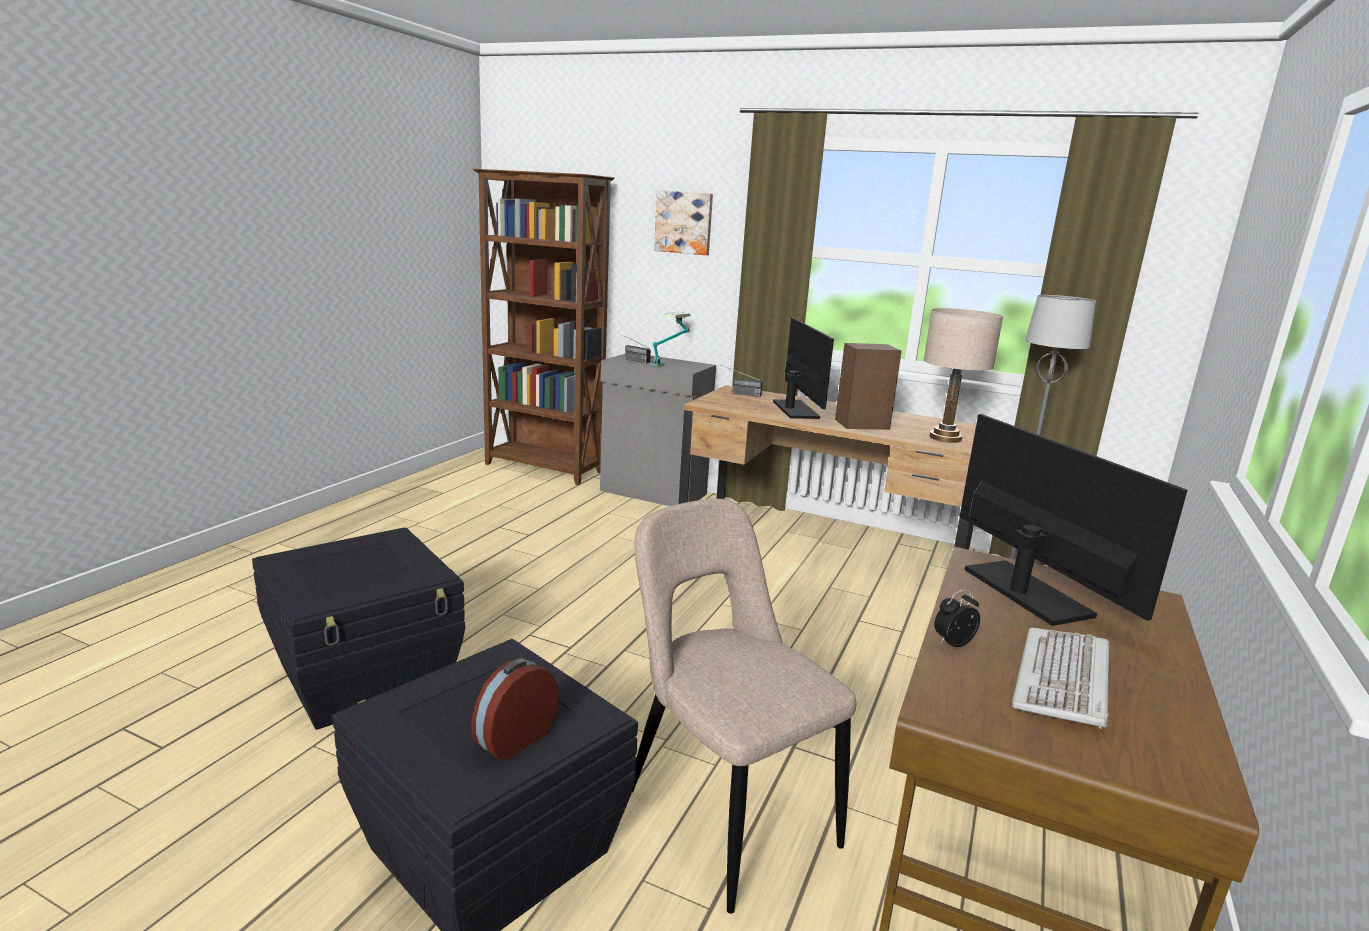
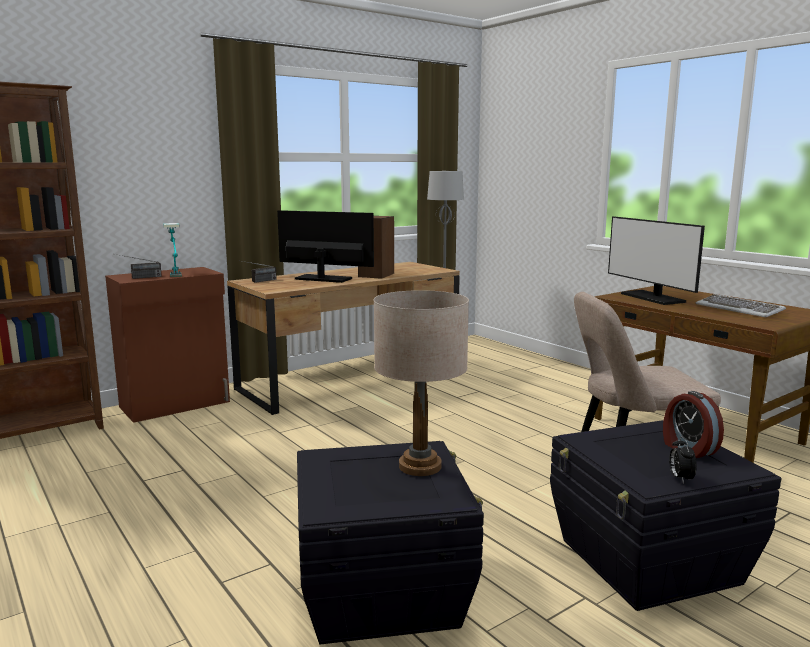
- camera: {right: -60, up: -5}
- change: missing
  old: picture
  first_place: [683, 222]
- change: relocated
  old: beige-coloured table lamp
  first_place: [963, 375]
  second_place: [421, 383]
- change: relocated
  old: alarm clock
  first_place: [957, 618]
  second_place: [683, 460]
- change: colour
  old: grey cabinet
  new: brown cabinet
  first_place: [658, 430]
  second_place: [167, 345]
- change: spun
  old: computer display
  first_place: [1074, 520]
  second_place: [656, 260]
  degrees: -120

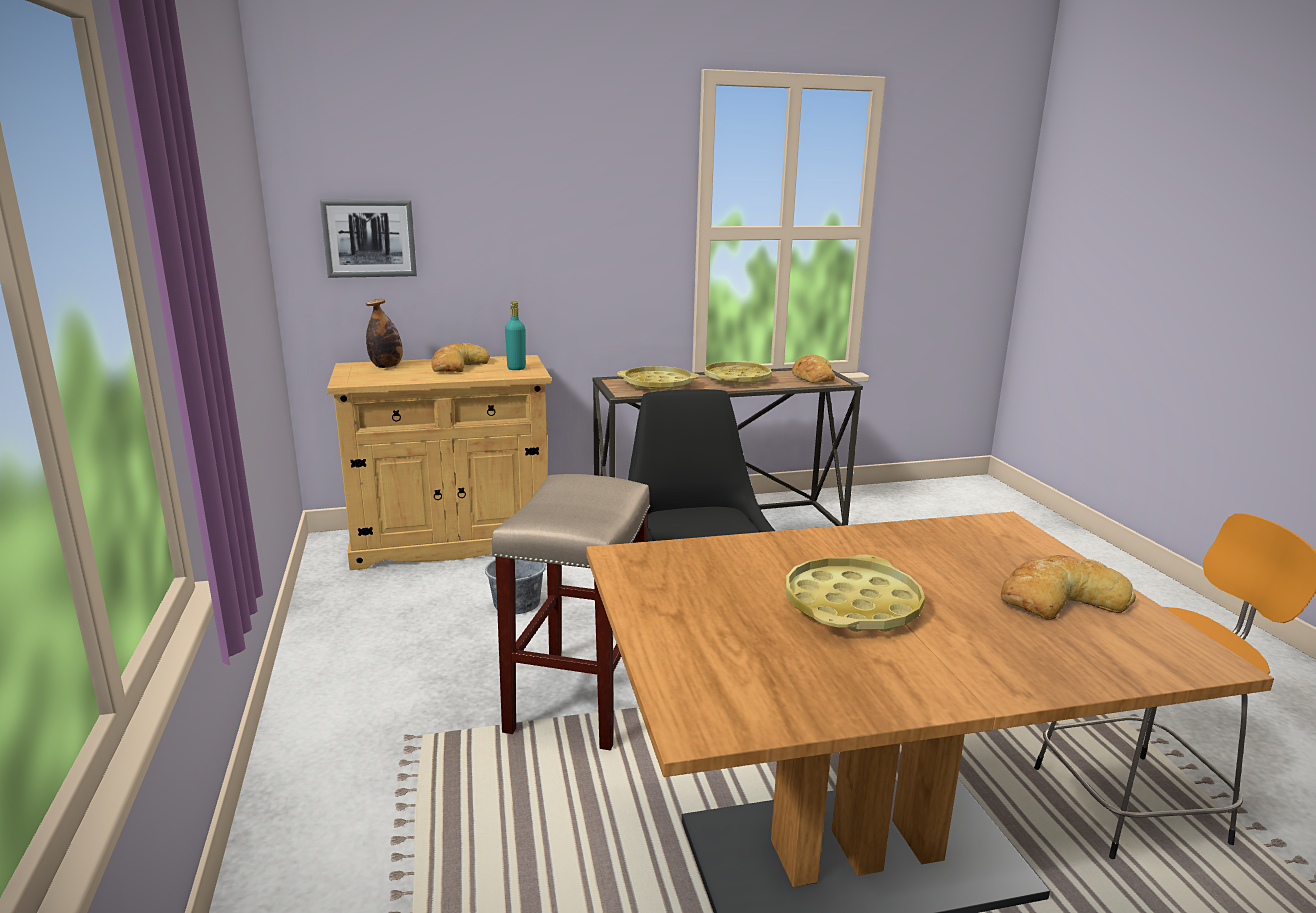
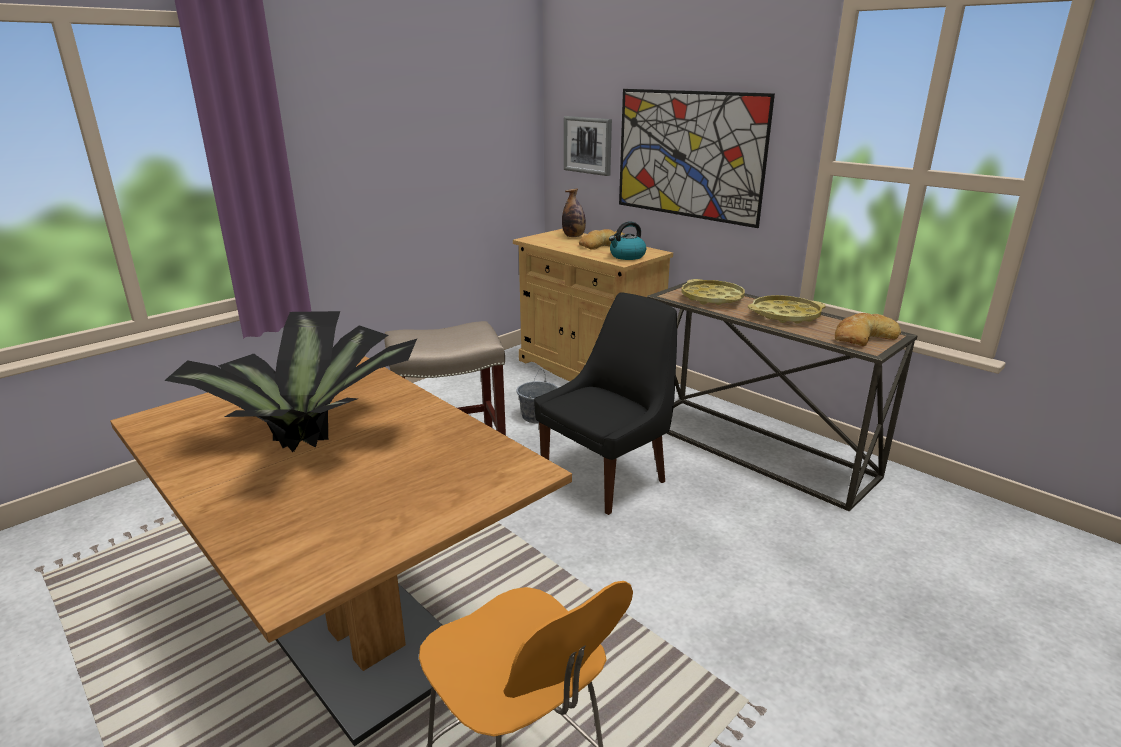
- camera: {right: 60, up: 5}
- change: missing
  old: bakery bread
  first_place: [1068, 587]
- change: appeared
  new: picture
  second_place: [697, 158]
- change: exchanged
  old: turquoise-coloured bottle
  new: water kettle
  first_place: [515, 336]
  second_place: [627, 240]
- change: exchanged
  old: yellow carrying tray
  new: houseplant
  first_place: [855, 593]
  second_place: [290, 383]

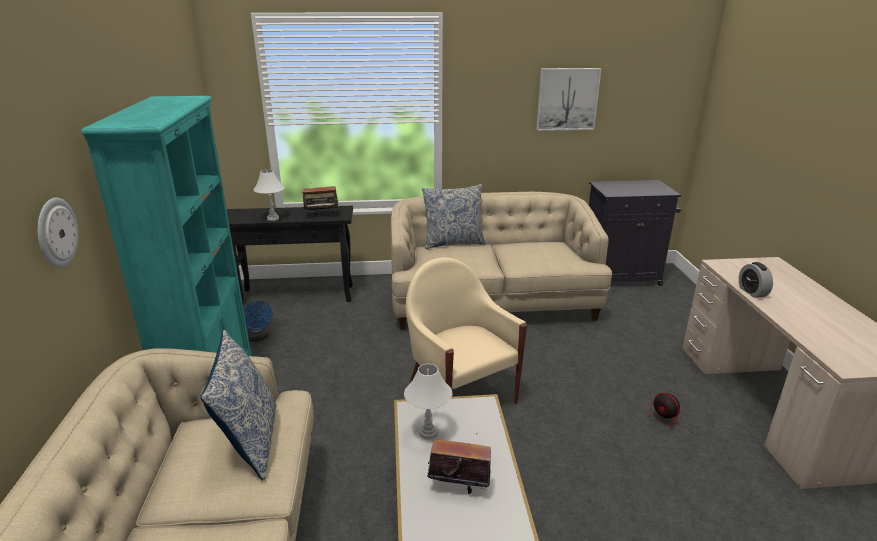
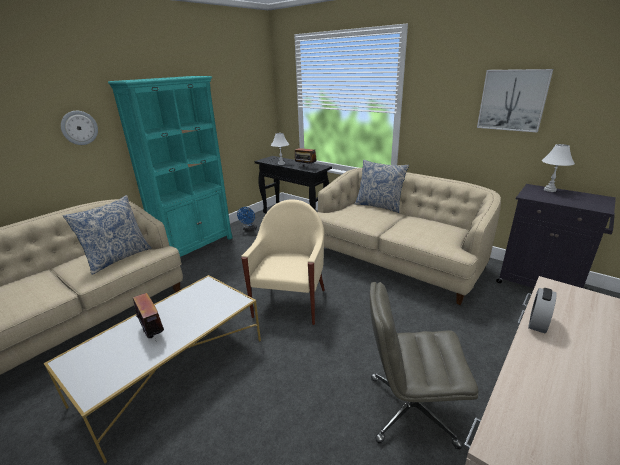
- camera: {right: 45, up: 0}
- change: relocated
  old: whitish table lamp
  first_place: [428, 402]
  second_place: [558, 168]
- change: exchanged
  old: electric fan
  new: grey desk chair
  first_place: [680, 414]
  second_place: [424, 365]

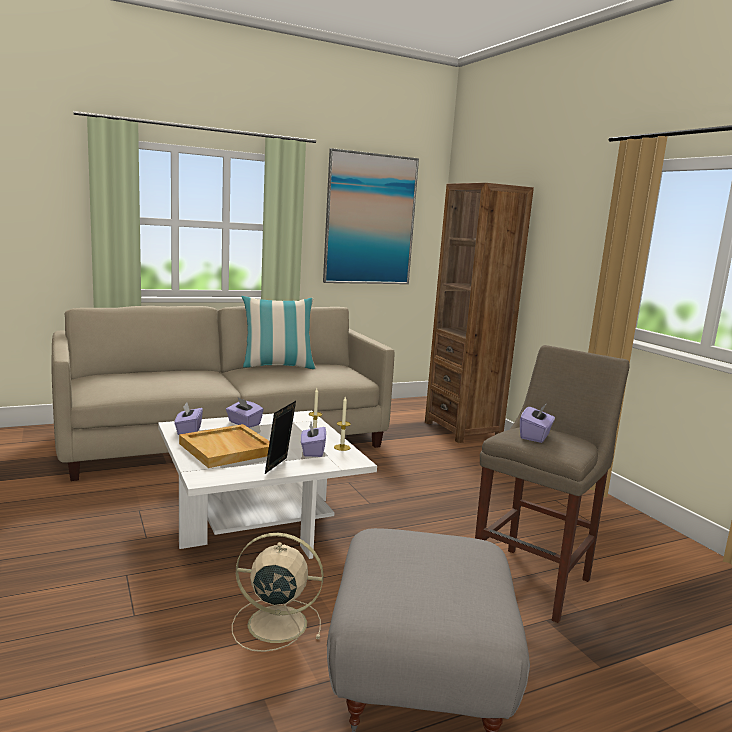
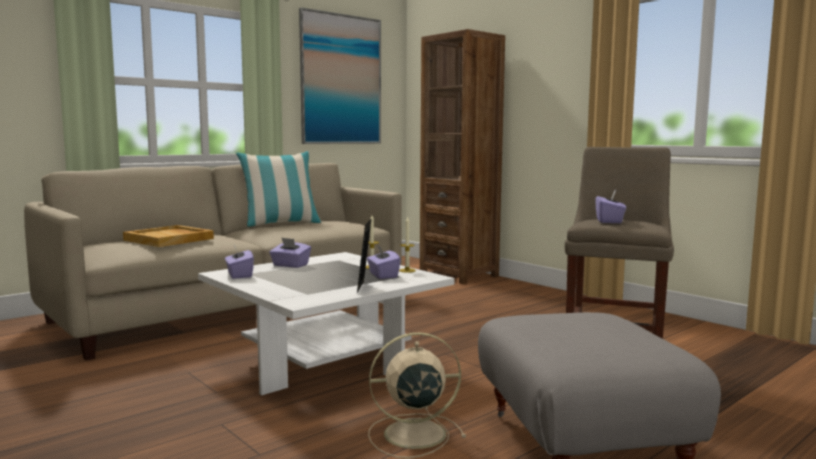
- camera: {right: -15, up: -5}
- change: relocated
  old: beige-coloured carrying tray
  first_place: [224, 446]
  second_place: [168, 236]

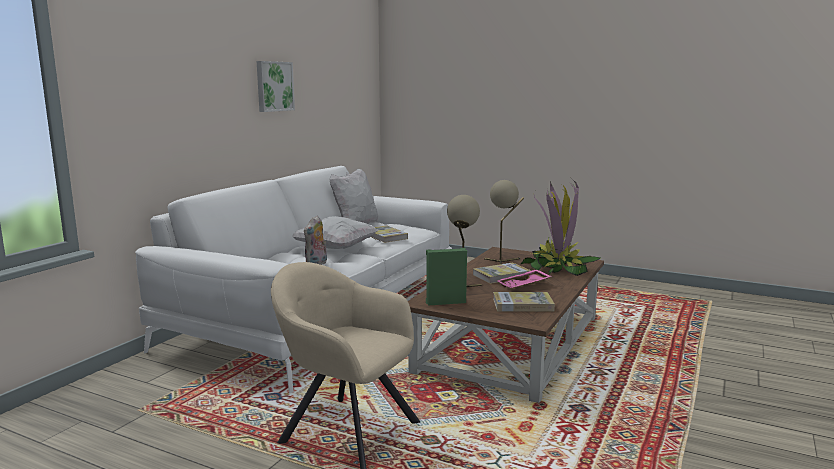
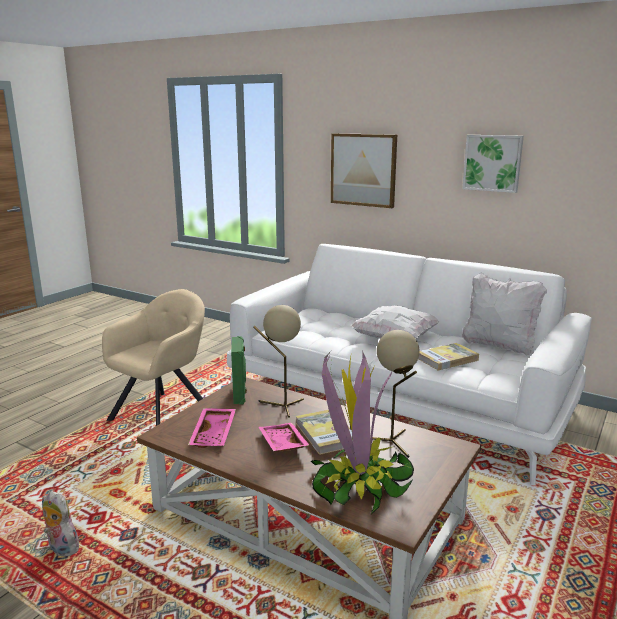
- camera: {right: 95, up: 5}
- change: appeared
  new: picture
  second_place: [364, 170]
- change: relocated
  old: cuddly toy
  first_place: [315, 240]
  second_place: [60, 524]
- change: exchanged
  old: bound book
  new: pink-coloured carrying tray
  first_place: [524, 302]
  second_place: [212, 428]

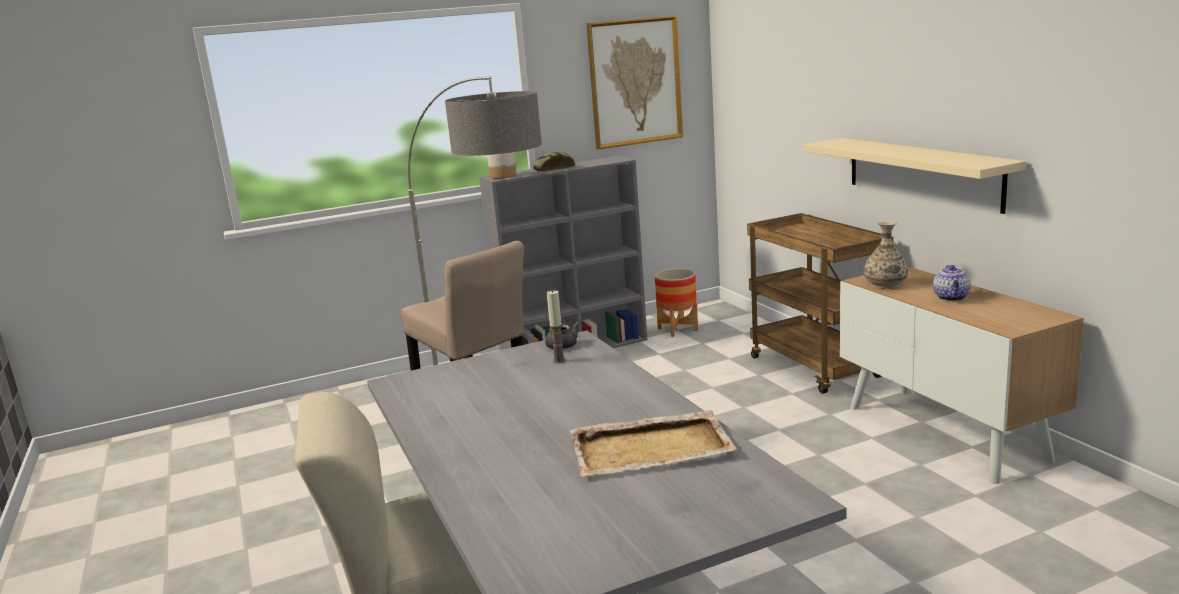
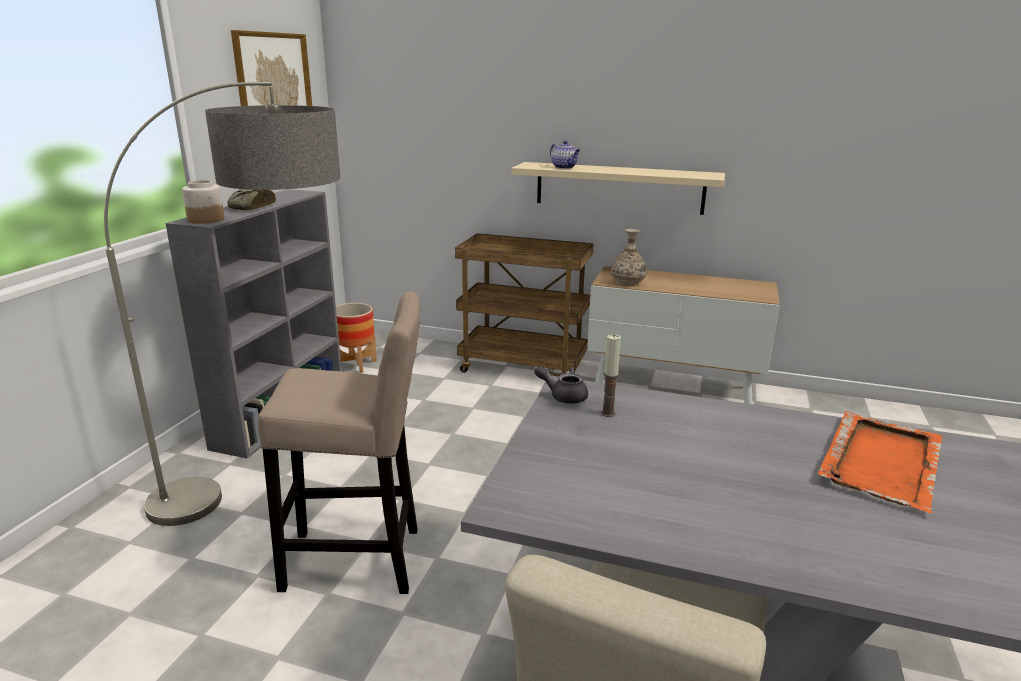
- camera: {right: -50, up: 5}
- change: relocated
  old: teapot
  first_place: [952, 283]
  second_place: [565, 154]
- change: colour
  old: beige-coloured carrying tray
  new: orangey carrying tray
  first_place: [653, 443]
  second_place: [880, 462]

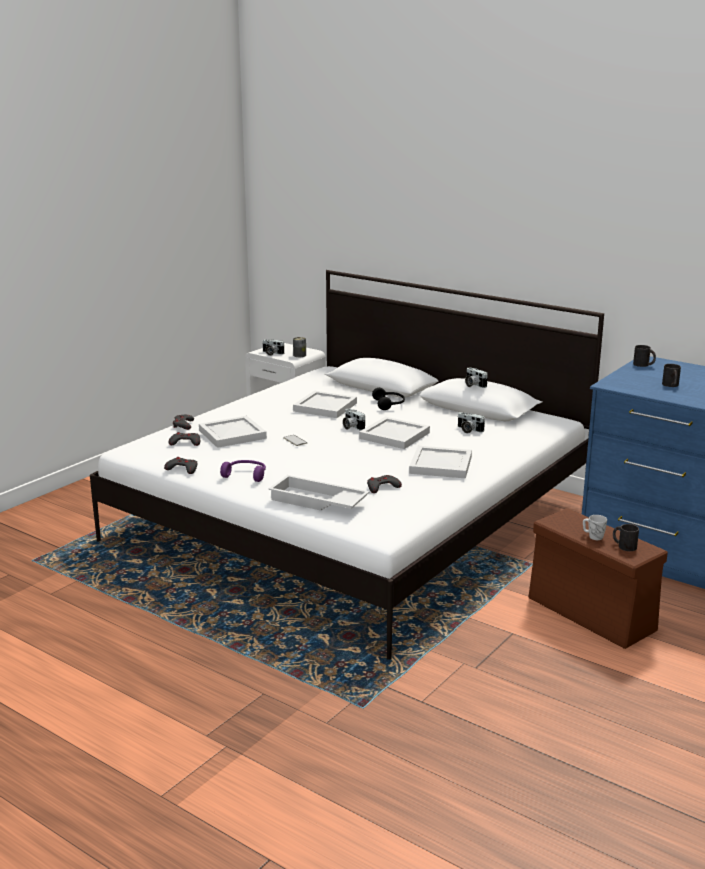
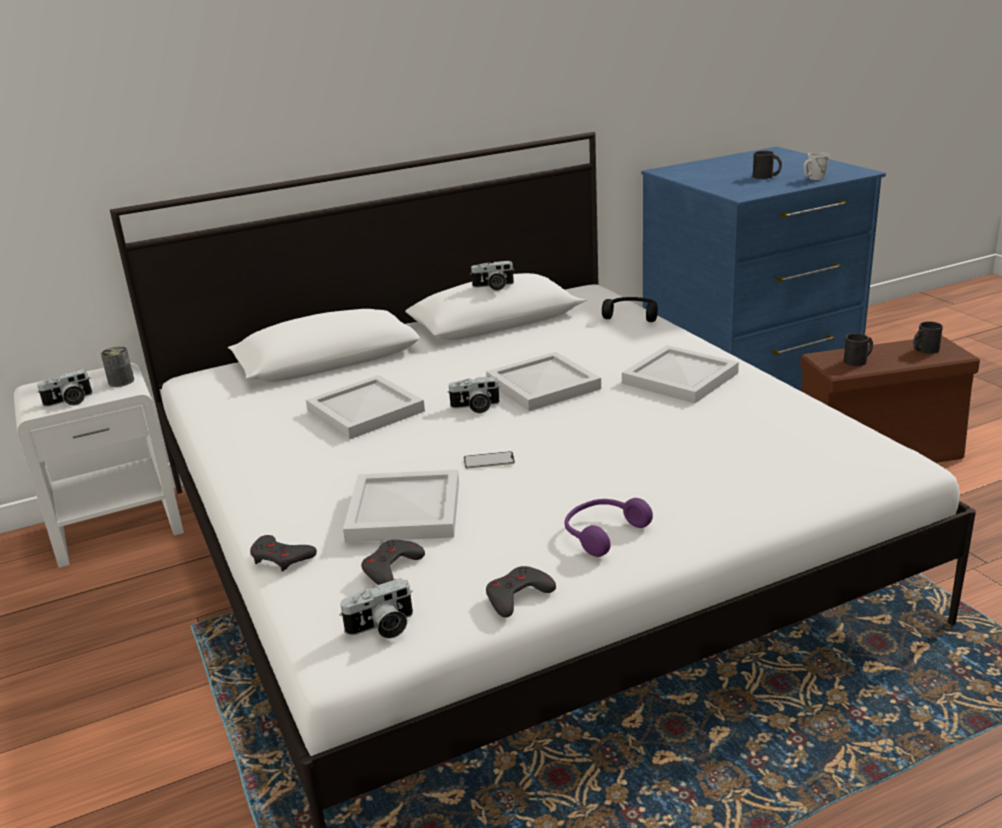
- camera: {right: -60, up: 5}
- change: missing
  old: whitish carrying tray
  first_place: [318, 493]
- change: missing
  old: grey gamepad
  first_place: [384, 484]
- change: relocated
  old: blackish headphones
  first_place: [388, 399]
  second_place: [630, 309]
- change: relocated
  old: still camera
  first_place: [471, 422]
  second_place: [376, 608]
- change: relocated
  old: whitish coffee mug
  first_place: [595, 527]
  second_place: [816, 166]
- change: relocated
  old: blackish coffee mug
  first_place: [644, 356]
  second_place: [858, 349]

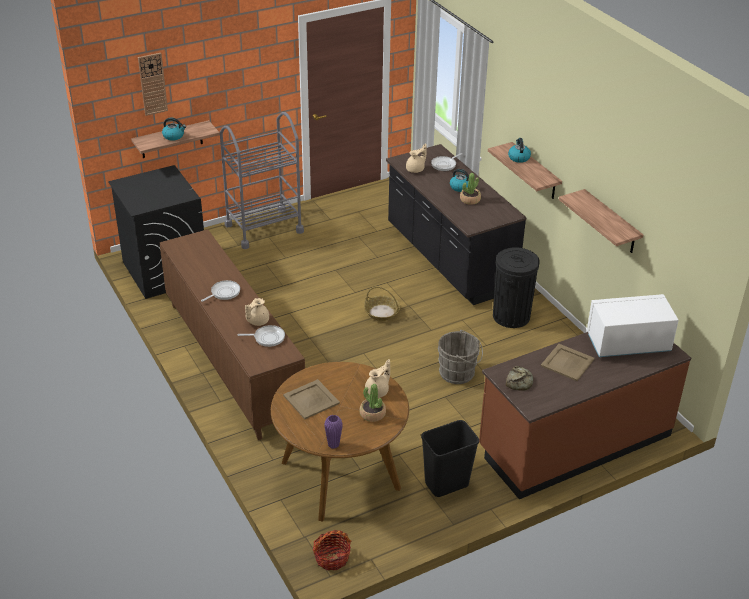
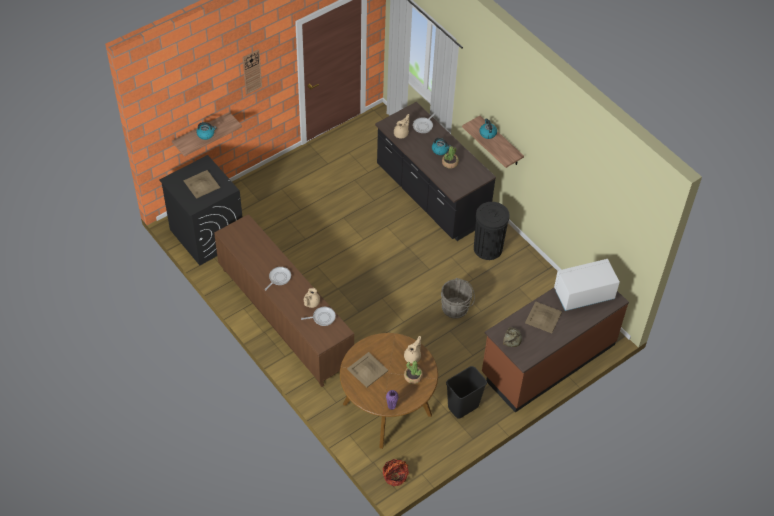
- camera: {right: -10, up: 15}
- change: missing
  old: grey cart
  first_place: [262, 180]
- change: missing
  old: storage basket
  first_place: [382, 303]
- change: missing
  old: shelf
  first_place: [601, 221]
- change: appeared
  new: beige-coloured carrying tray
  second_place: [202, 184]
- change: relocated
  old: wall clock
  first_place: [153, 84]
  second_place: [252, 72]

